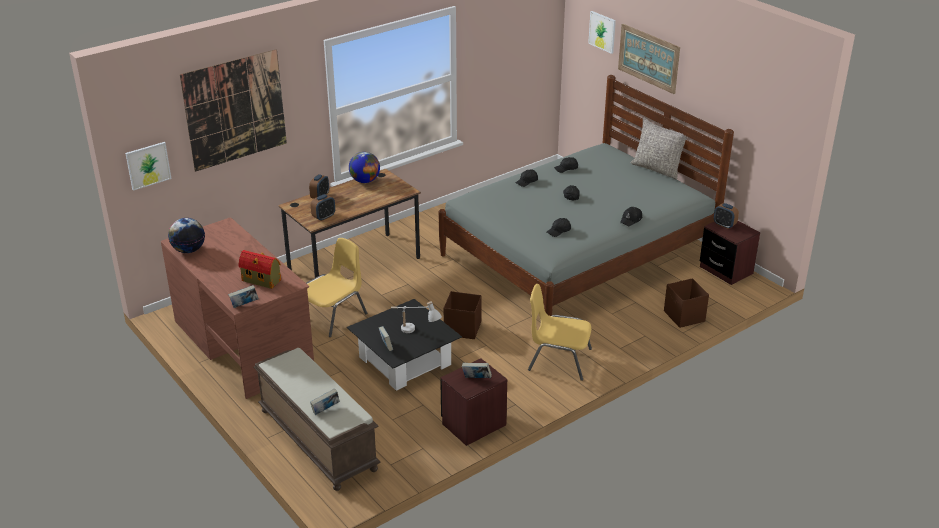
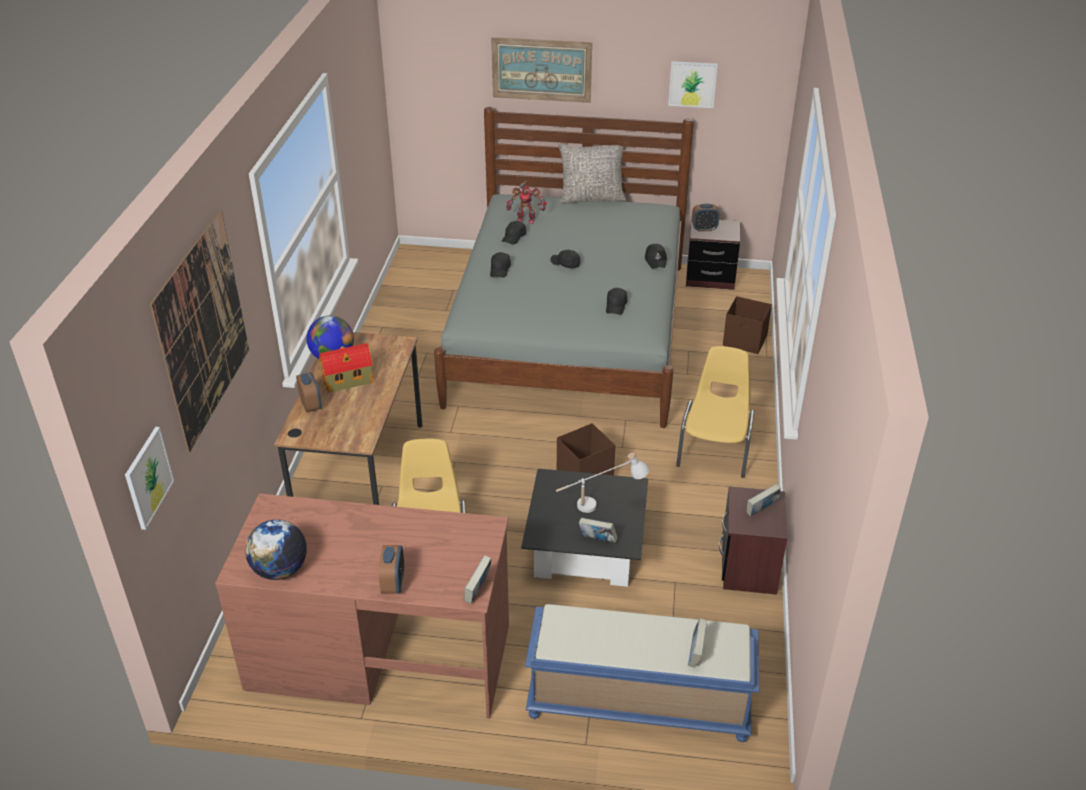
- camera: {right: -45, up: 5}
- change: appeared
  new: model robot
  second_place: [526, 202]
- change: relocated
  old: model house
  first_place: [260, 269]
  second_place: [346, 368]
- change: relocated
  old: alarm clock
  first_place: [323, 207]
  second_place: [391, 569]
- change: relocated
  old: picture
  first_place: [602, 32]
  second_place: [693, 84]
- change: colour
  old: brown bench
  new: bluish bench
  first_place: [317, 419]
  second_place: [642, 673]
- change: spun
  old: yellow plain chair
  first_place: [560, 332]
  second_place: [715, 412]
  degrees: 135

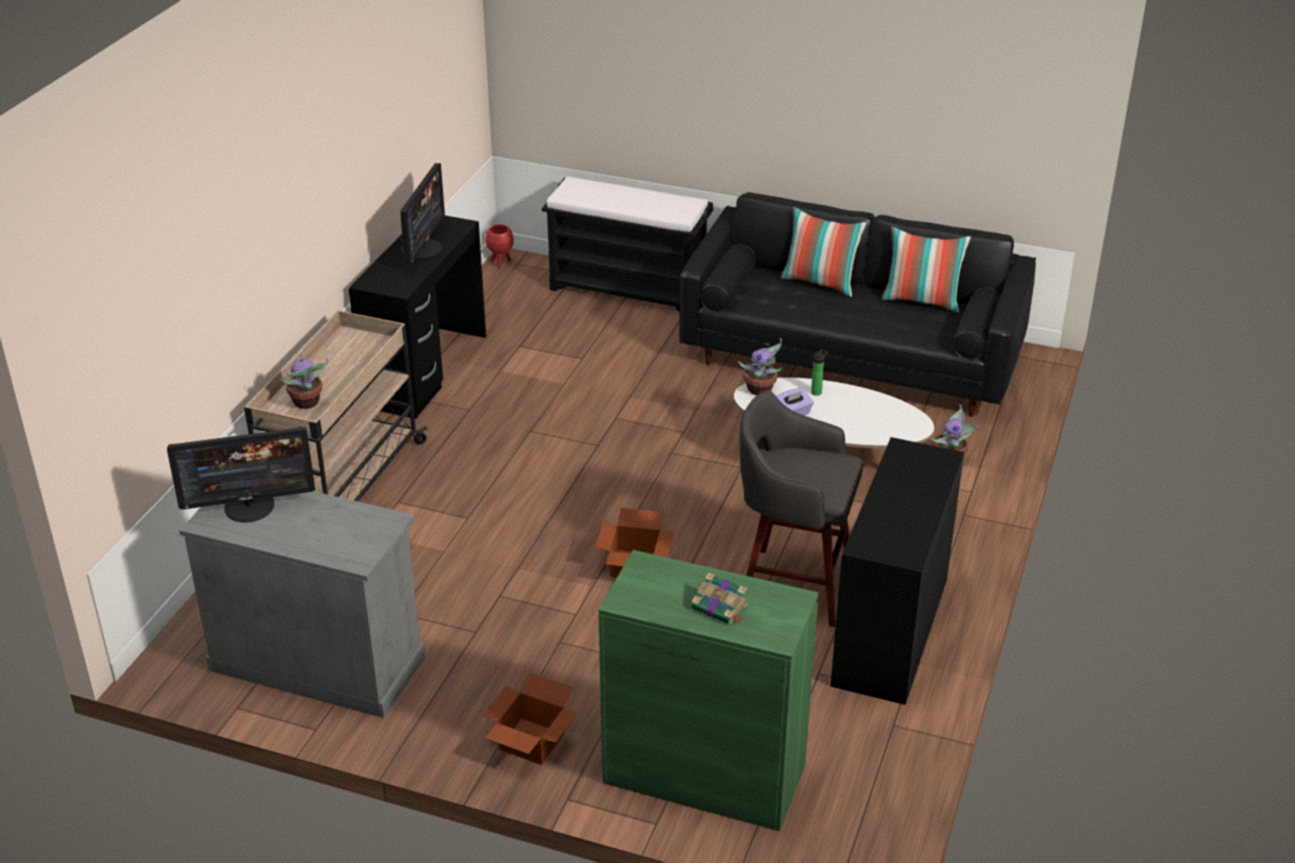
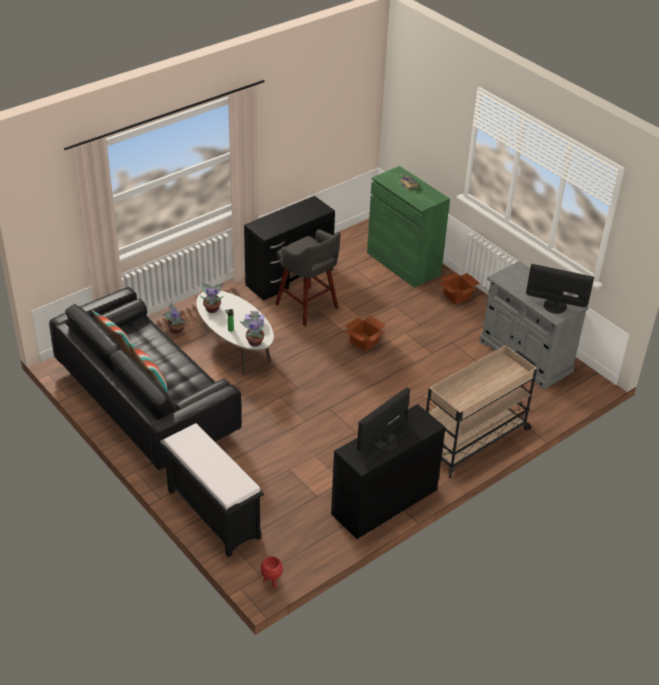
- camera: {right: -150, up: 5}
- change: relocated
  old: houseplant
  first_place: [304, 382]
  second_place: [212, 297]

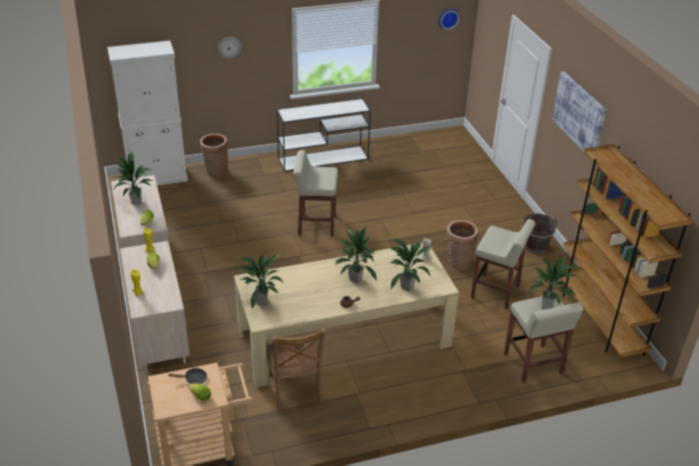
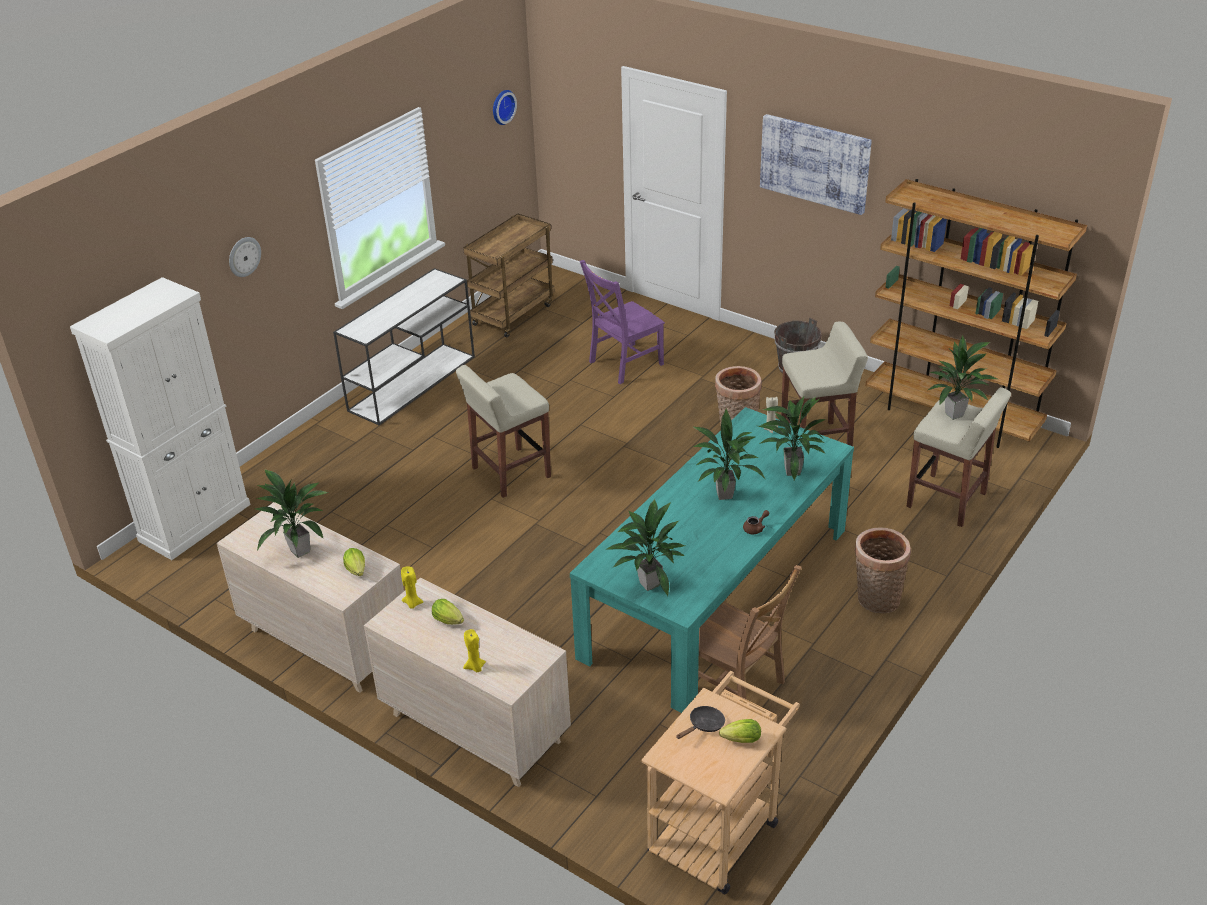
- camera: {right: -35, up: 0}
- change: appeared
  new: brown cart
  second_place: [509, 276]
- change: appeared
  new: purple plain chair
  second_place: [622, 322]
- change: relocated
  old: storage basket
  first_place: [214, 156]
  second_place: [882, 570]
- change: colour
  old: beige-coloured kitchen table
  new: turquoise-coloured kitchen table
  first_place: [346, 315]
  second_place: [712, 560]

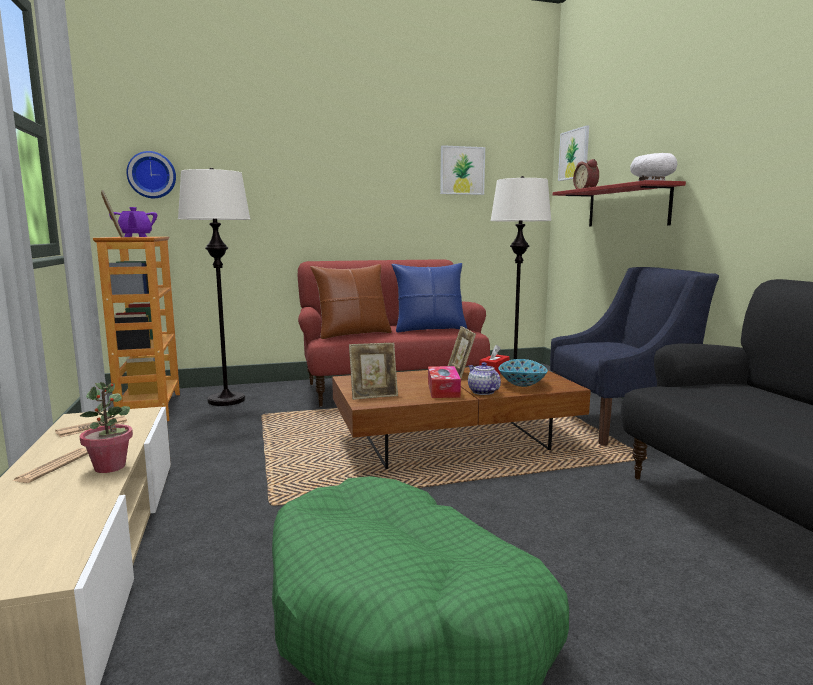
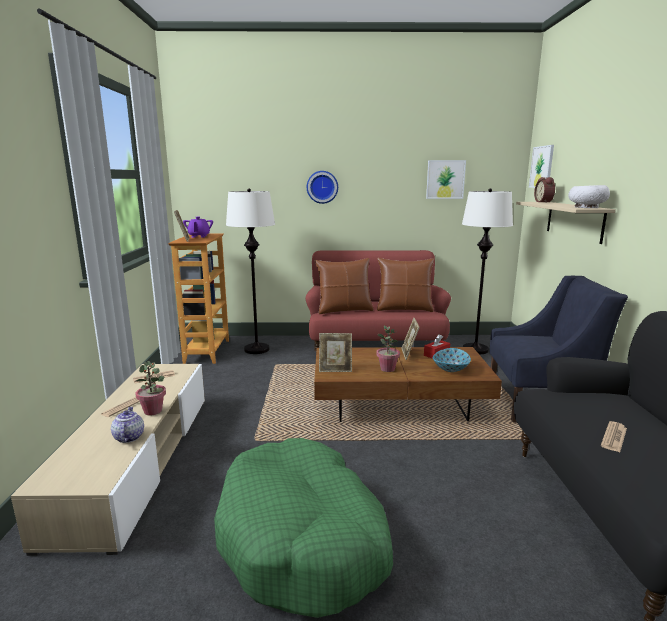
- camera: {right: 15, up: 5}
- change: appeared
  new: daily paper
  second_place: [614, 436]
- change: relocated
  old: wall clock
  first_place: [151, 174]
  second_place: [322, 187]
- change: relocated
  old: teapot
  first_place: [484, 378]
  second_place: [127, 425]
- change: exchanged
  old: box of tissues
  new: houseplant
  first_place: [444, 382]
  second_place: [388, 348]
- change: colour
  old: bluish throw pillow
  new: brown throw pillow
  first_place: [429, 297]
  second_place: [405, 285]
- change: colour
  old: red shelf
  new: beige-coloured shelf
  first_place: [619, 203]
  second_place: [566, 223]

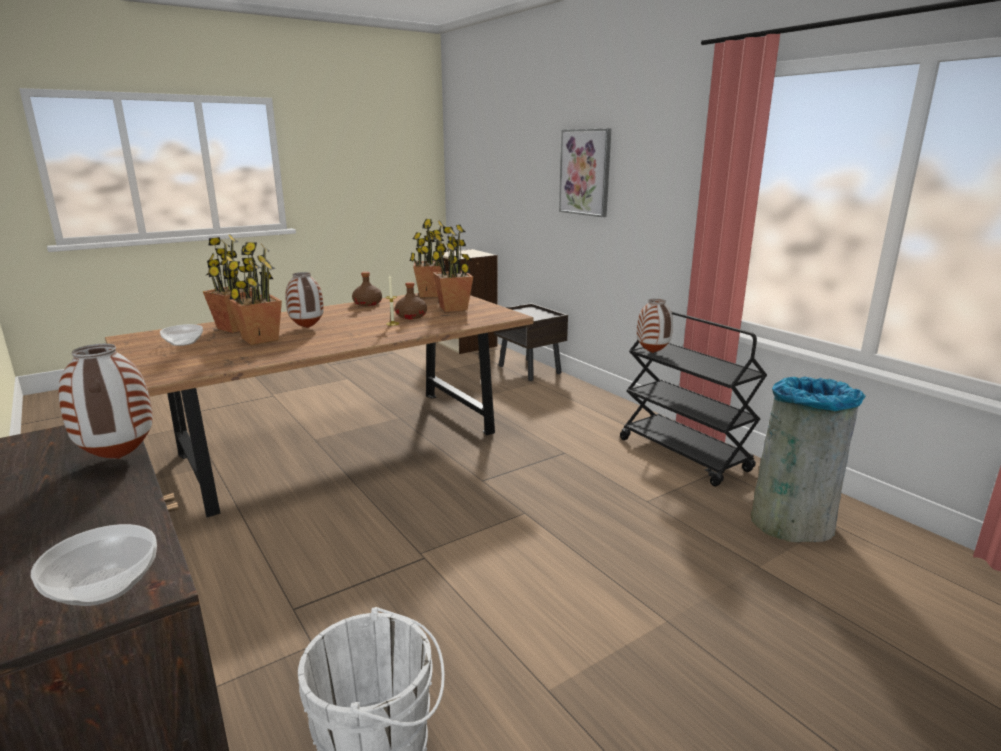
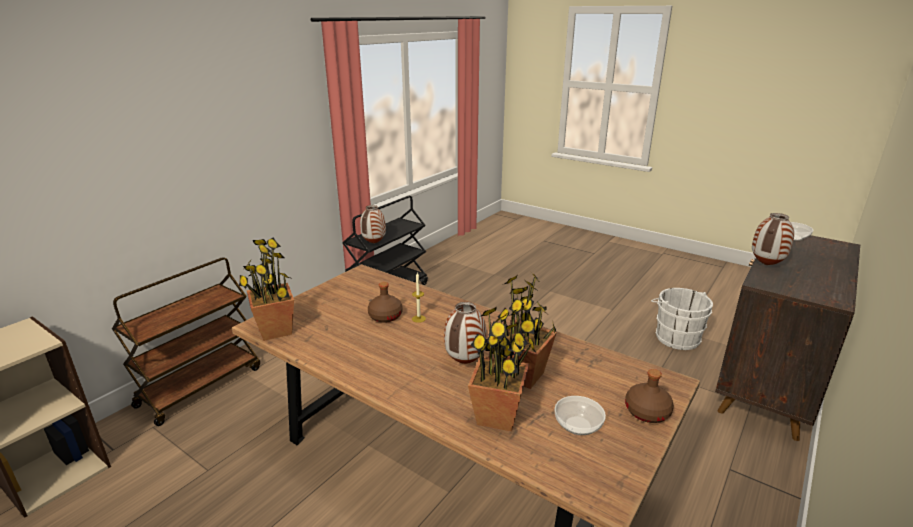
- camera: {right: -110, up: 5}
- change: missing
  old: houseplant
  first_place: [452, 268]
- change: missing
  old: picture
  first_place: [585, 173]
- change: missing
  old: grey trash can
  first_place: [808, 459]
- change: relocated
  old: brown bottle
  first_place: [367, 289]
  second_place: [649, 396]
- change: exchanged
  old: brown night table
  new: brown cart
  first_place: [531, 342]
  second_place: [186, 341]

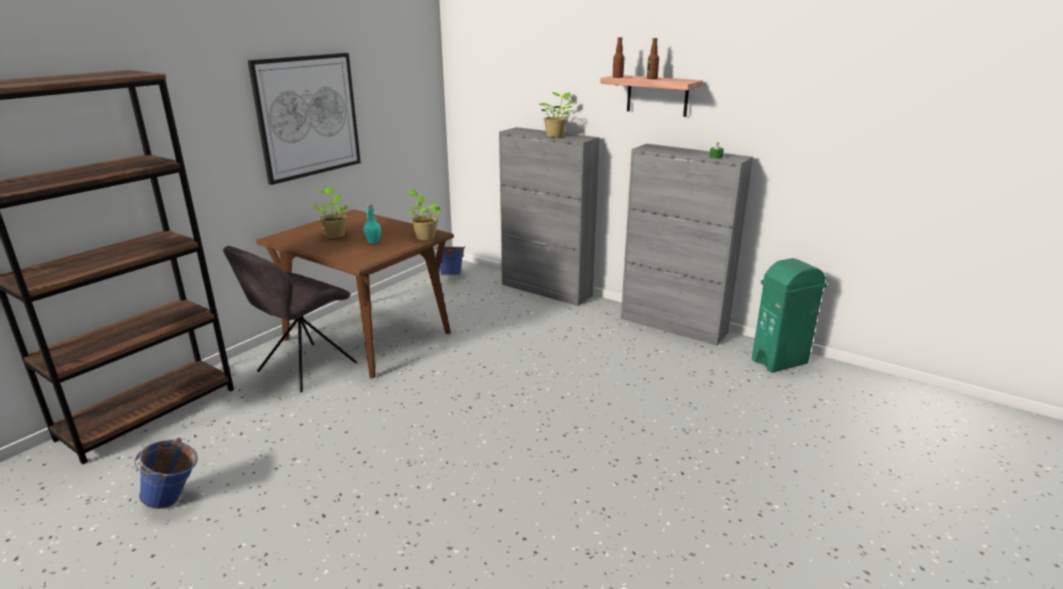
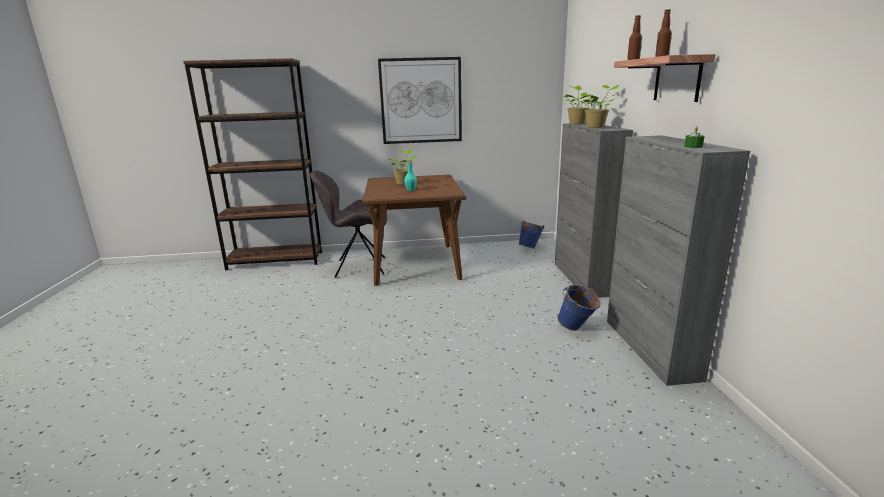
- camera: {right: 50, up: -5}
- change: missing
  old: green trash can
  first_place: [789, 315]
- change: relocated
  old: bluish bucket
  first_place: [166, 473]
  second_place: [579, 308]
- change: relocated
  old: houseplant
  first_place: [423, 214]
  second_place: [577, 105]

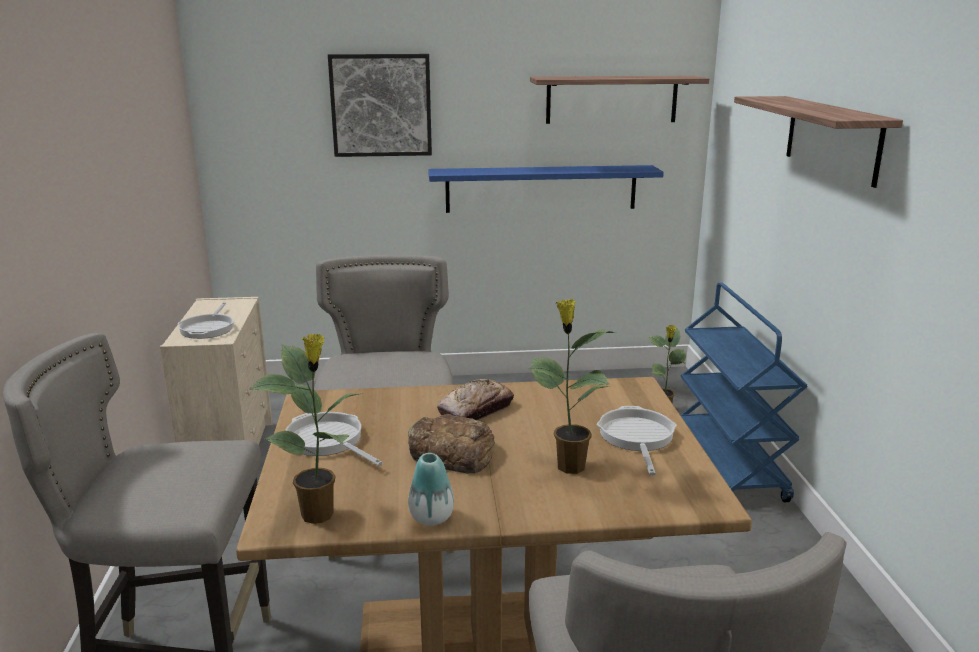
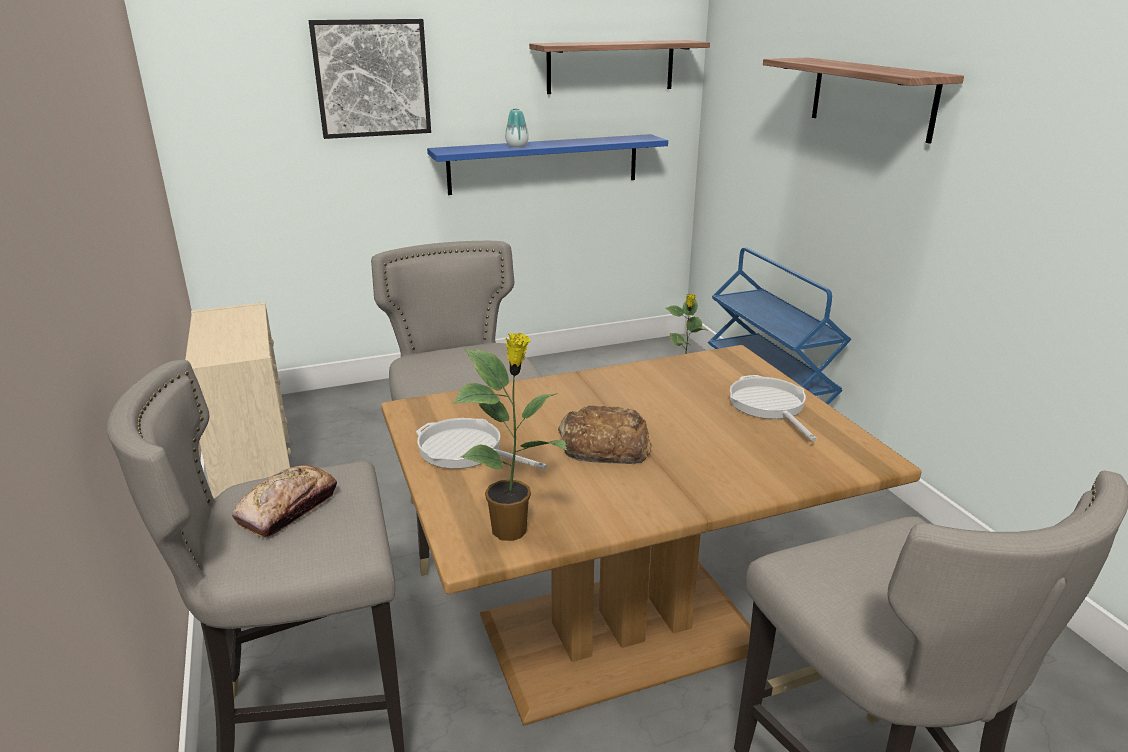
- camera: {right: -15, up: 5}
- change: missing
  old: frying pan
  first_place: [206, 320]
- change: missing
  old: houseplant
  first_place: [571, 386]
- change: relocated
  old: flower vase
  first_place: [431, 489]
  second_place: [517, 127]
- change: relocated
  old: bakery bread
  first_place: [475, 399]
  second_place: [284, 501]

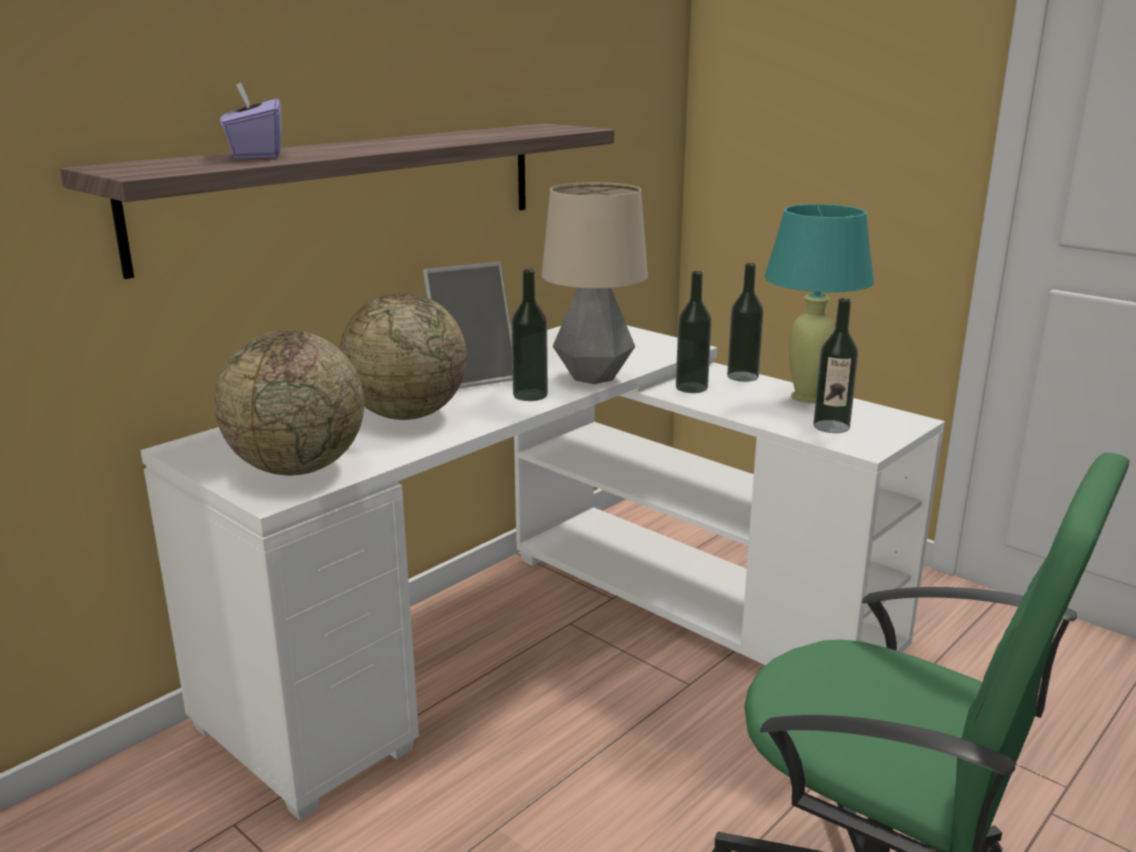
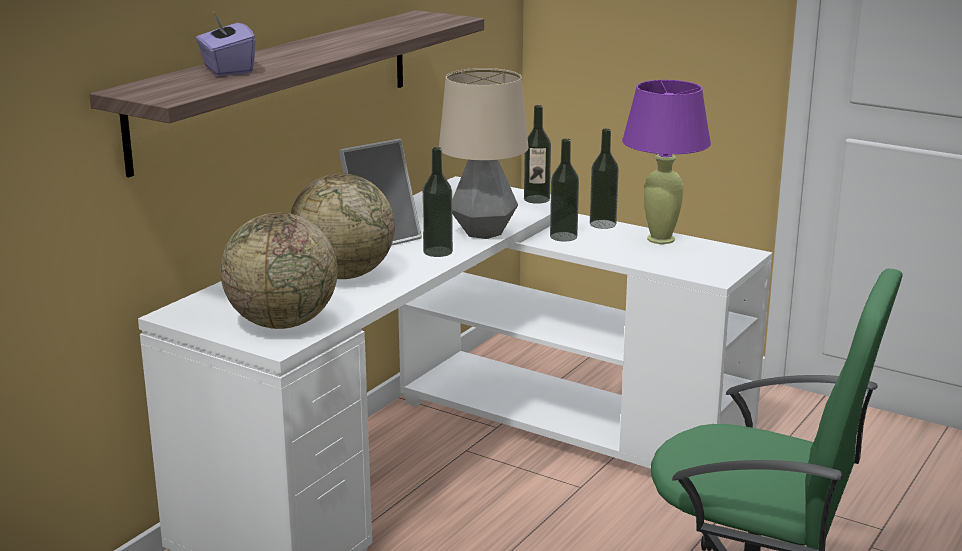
- camera: {right: -10, up: 0}
- change: relocated
  old: bottle
  first_place: [836, 365]
  second_place: [537, 154]
- change: colour
  old: turquoise-coloured table lamp
  new: purple table lamp
  first_place: [819, 303]
  second_place: [666, 162]

